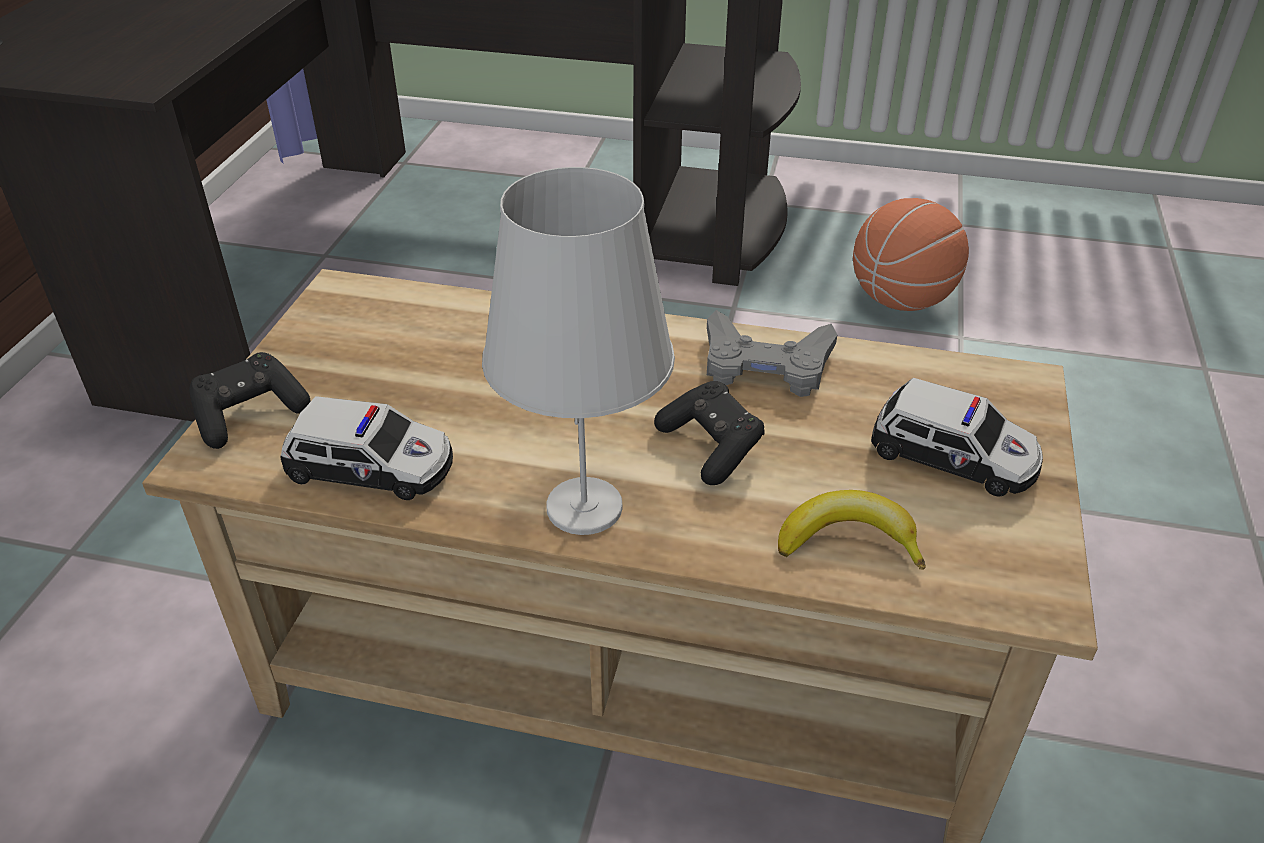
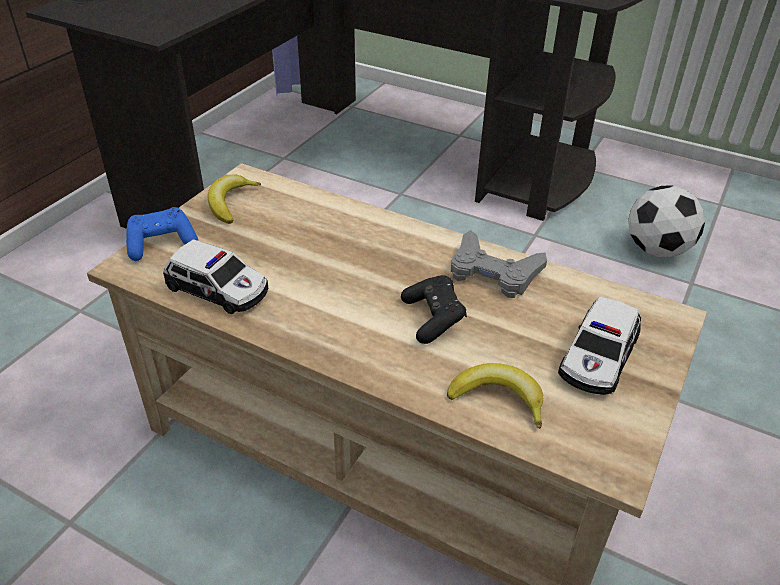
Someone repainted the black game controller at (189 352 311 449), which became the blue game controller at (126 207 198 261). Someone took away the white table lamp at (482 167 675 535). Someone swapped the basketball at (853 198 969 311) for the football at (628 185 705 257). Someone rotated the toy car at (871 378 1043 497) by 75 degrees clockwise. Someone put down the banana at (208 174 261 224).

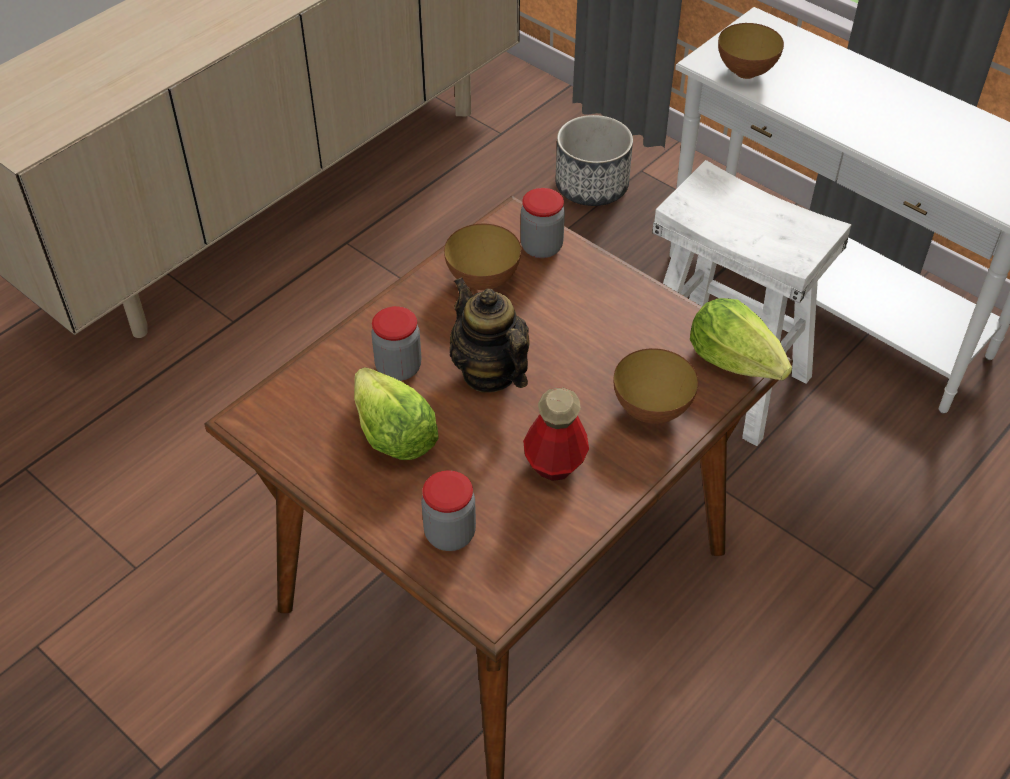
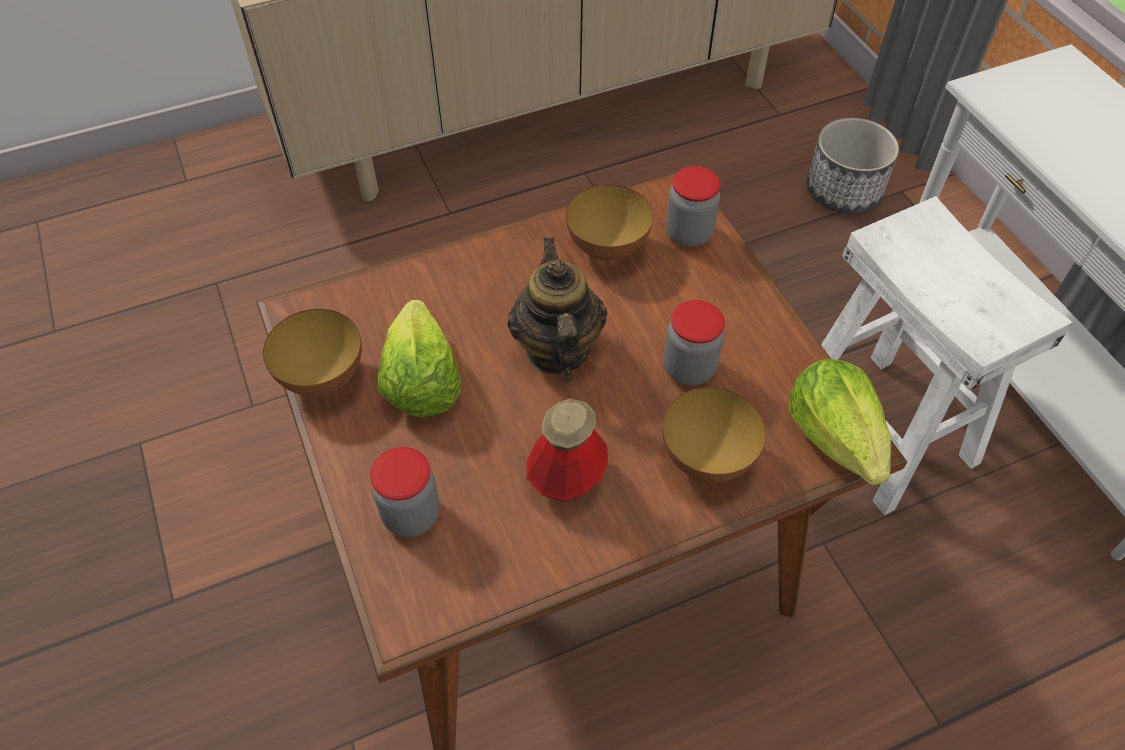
Someone carried the jar from (371 306 421 381) to (664 300 725 385). Someone carried the bowl from (718 23 784 79) to (263 309 362 396).

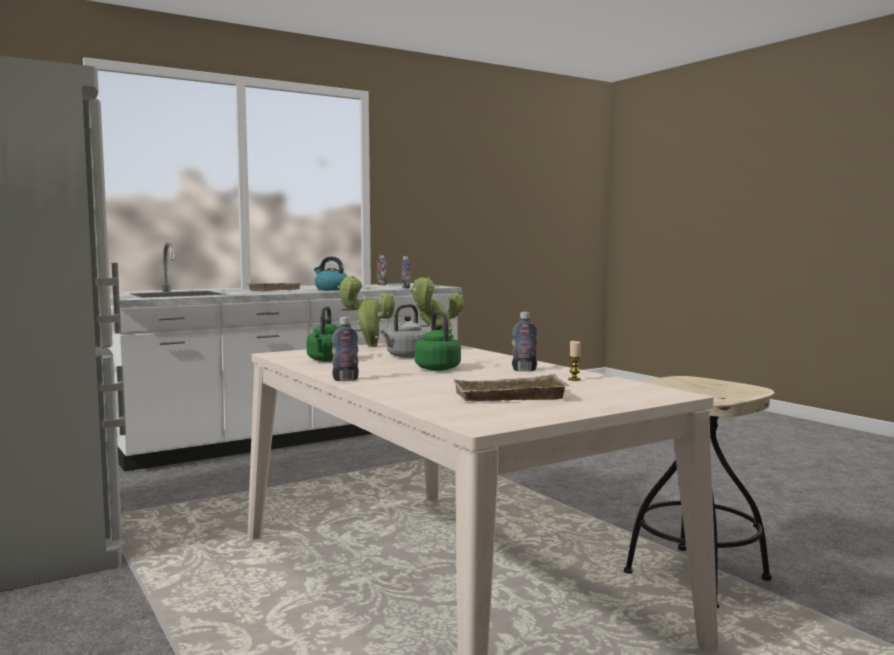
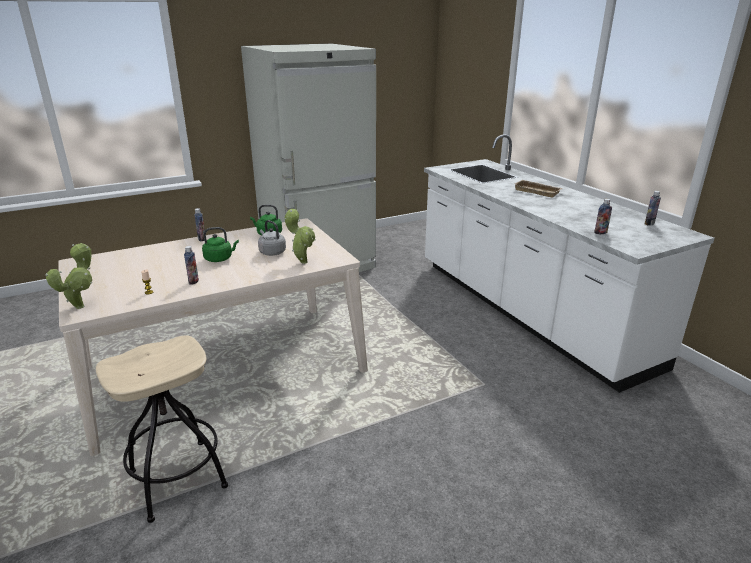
Someone took away the kettle at (314 257 347 290). Someone carried the potted plant from (338 275 395 347) to (45 243 92 309). Someone took away the beige tray at (453 374 570 401).

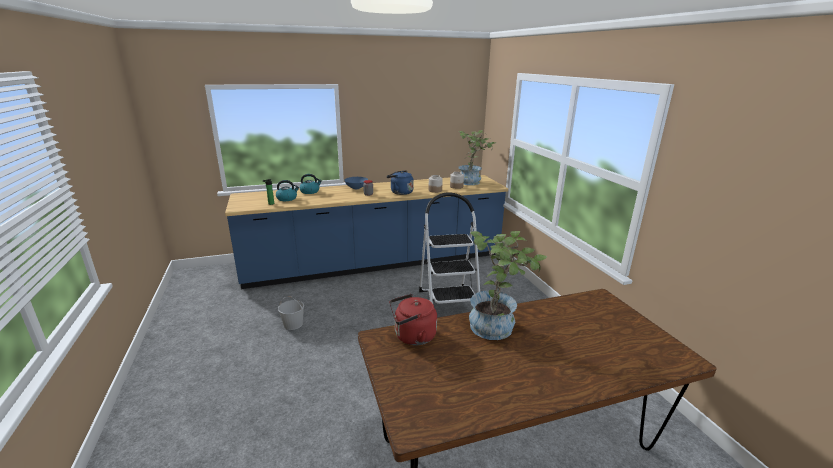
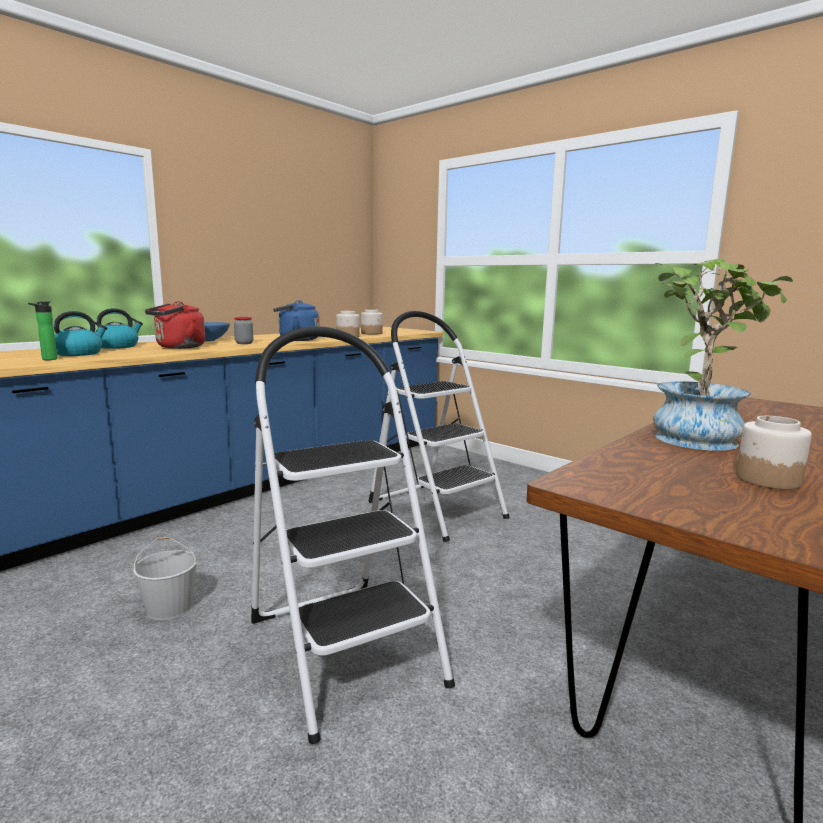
Someone carried the red kettle from (389 294 437 345) to (145 301 205 349). Someone took away the potted plant at (458 130 496 185). Someone put down the step ladder at (251 326 455 744). Someone put down the jar at (736 416 812 490).

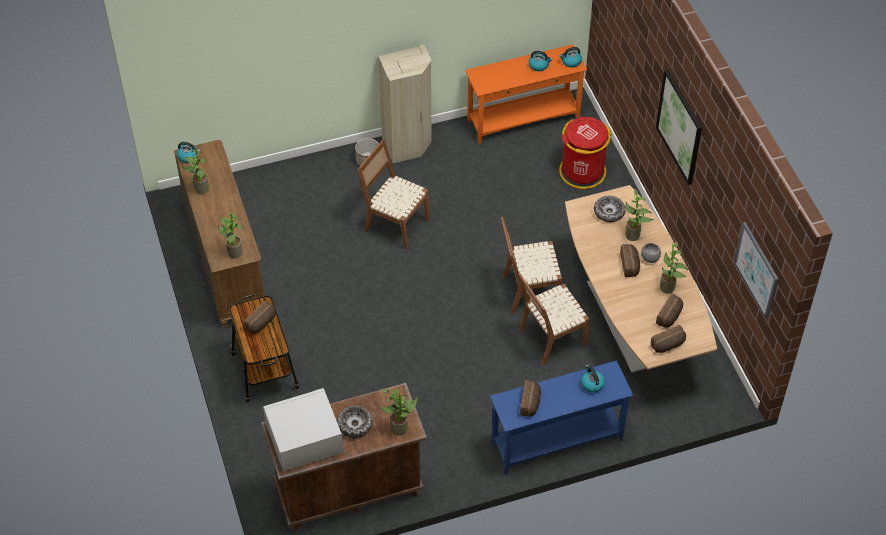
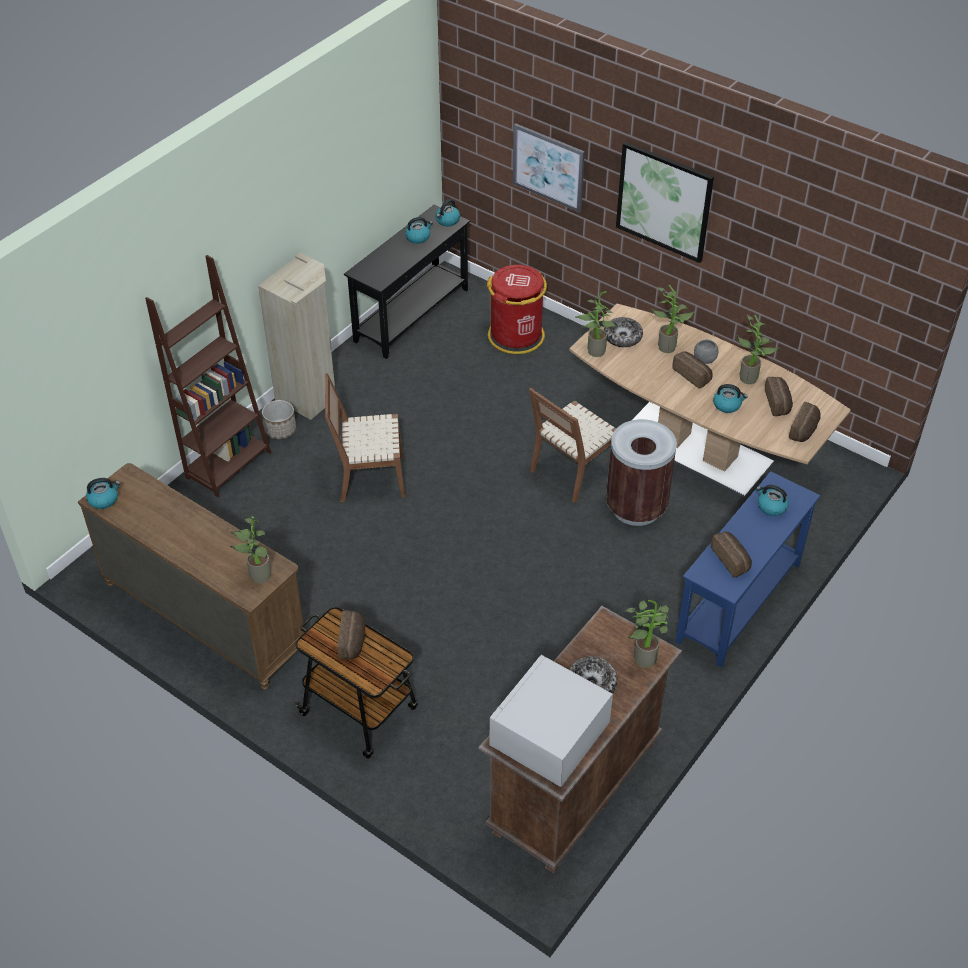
Someone carried the potted plant from (182 149 209 194) to (575 291 617 357). Someone repainted the orange console table at (465 44 587 144), which became the black console table at (344 205 470 359). Someone swapped the chair at (518 273 589 366) for the brown trash can at (606 419 677 526). Someone carried the picture from (734 222 778 319) to (513 123 585 213). Someone put down the brown bookcase at (145 255 271 497). Someone put down the kettle at (713 384 748 413).

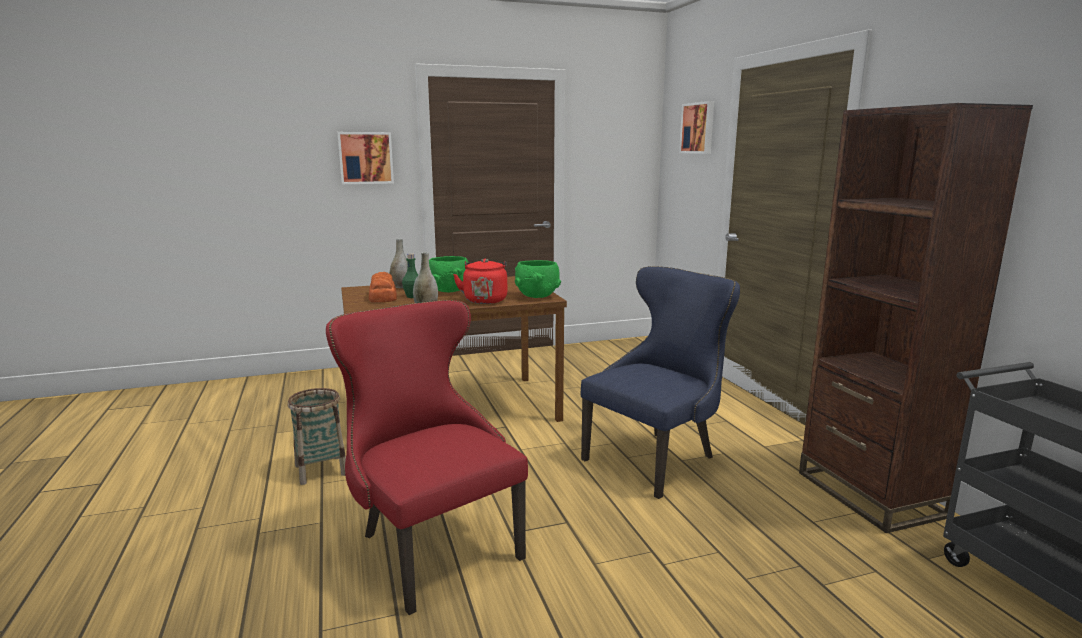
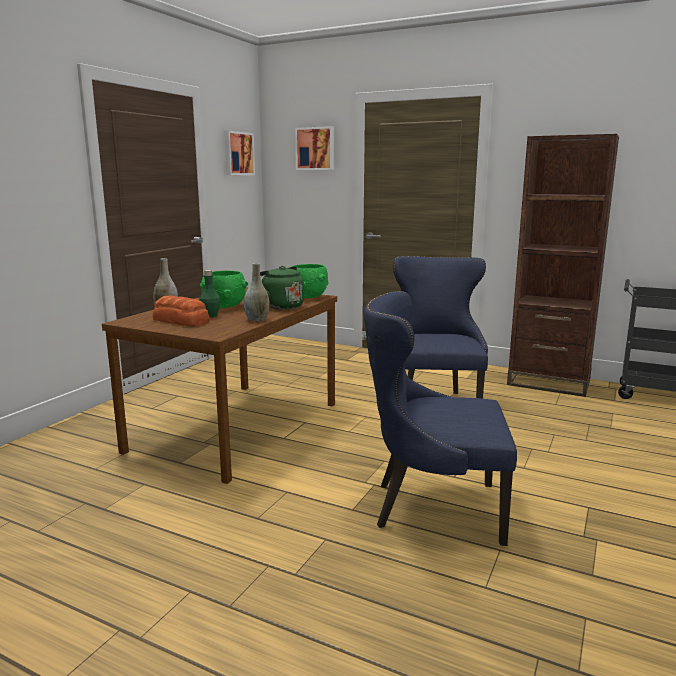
Someone took away the basket at (288 388 346 485). Someone repainted the red chair at (326 300 528 615), which became the blue chair at (364 291 517 546). Someone carried the picture from (338 132 394 184) to (224 131 255 175). Someone repainted the red kettle at (453 259 507 304), which became the green kettle at (260 266 304 309).

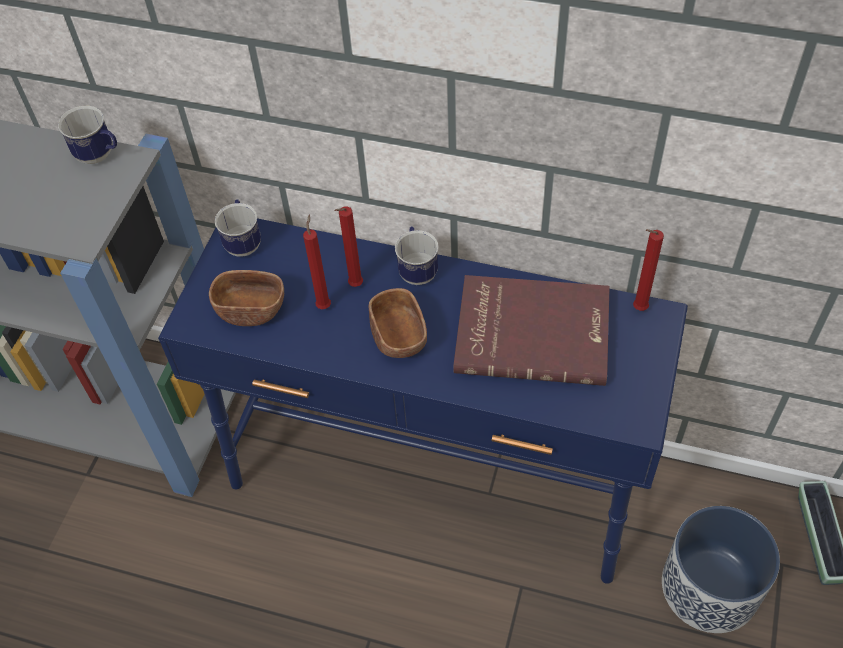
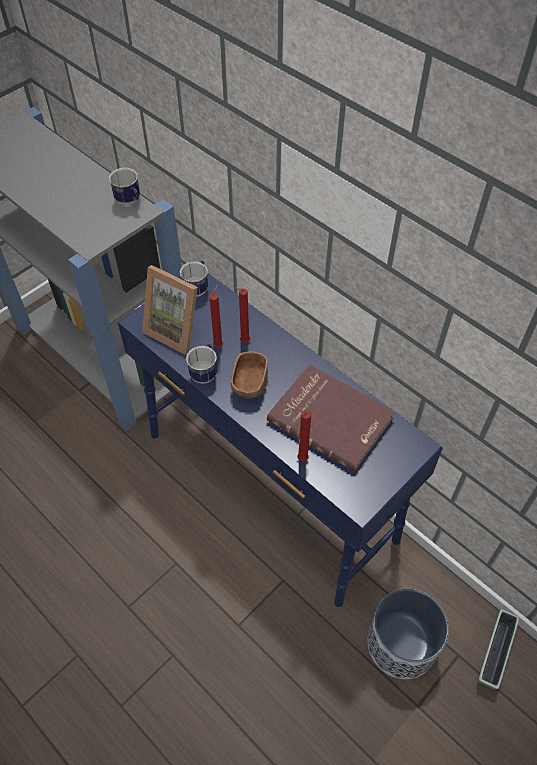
Someone swapped the brown bowl at (209 270 284 326) for the picture frame at (142 265 198 355). Someone carried the mug from (395 226 439 285) to (186 343 217 384). Someone carried the red candle from (633 229 664 311) to (296 407 311 462).

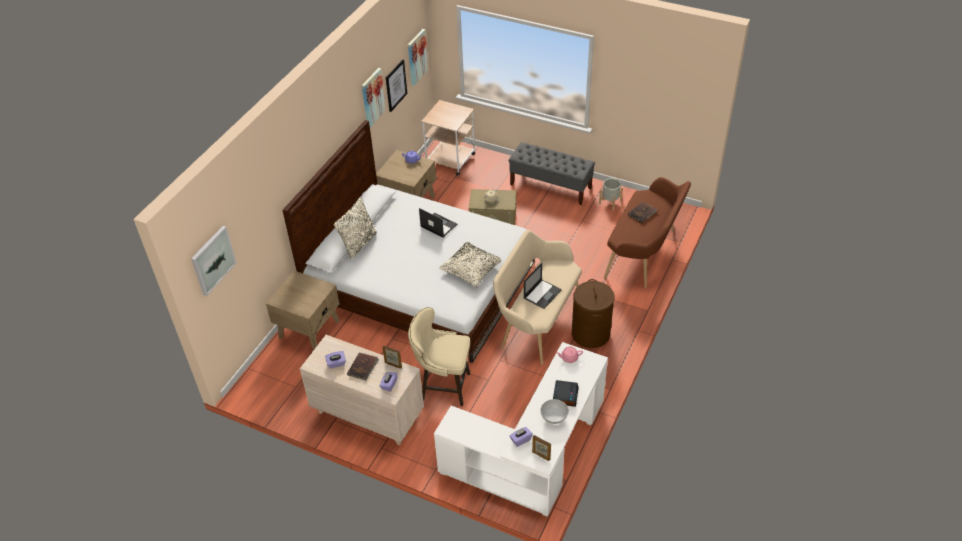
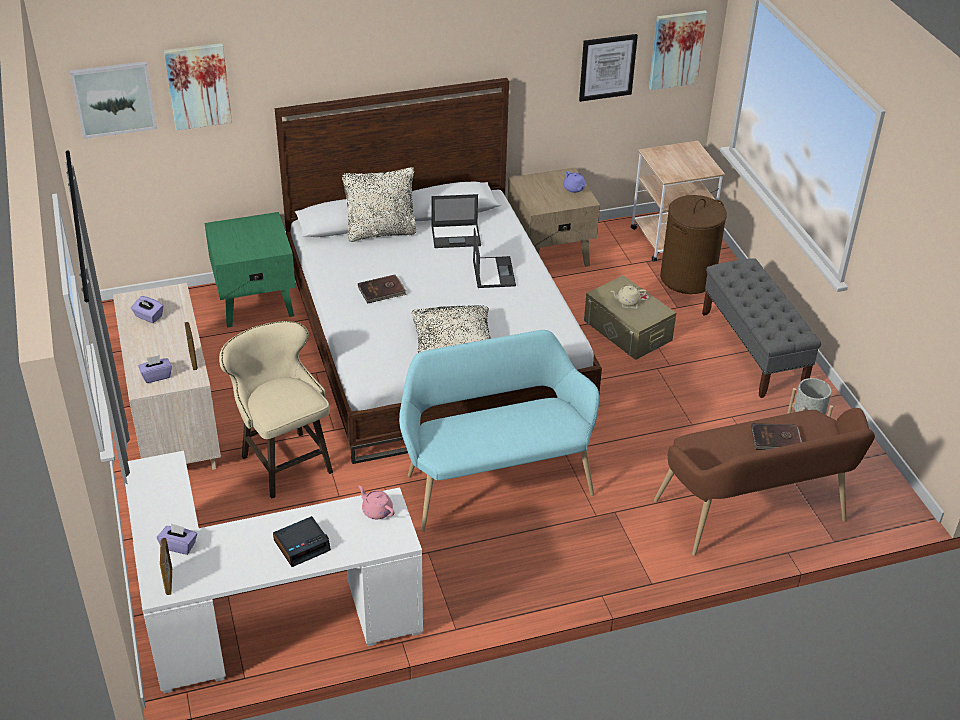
Someone repainted the beige nightstand at (266 271 340 351), which became the green nightstand at (205 212 296 327). Someone carried the brown book from (347 353 379 380) to (358 275 407 304). Someone carried the picture from (362 68 386 128) to (164 43 232 130). Someone repainted the beige bench at (493 230 582 365), which became the turquoise bench at (399 330 599 532). Someone carried the laptop from (523 263 562 309) to (431 194 481 248). Someone took away the white bowl at (540 399 569 424). Someone carried the brown laundry basket from (572 279 615 348) to (660 195 727 294).

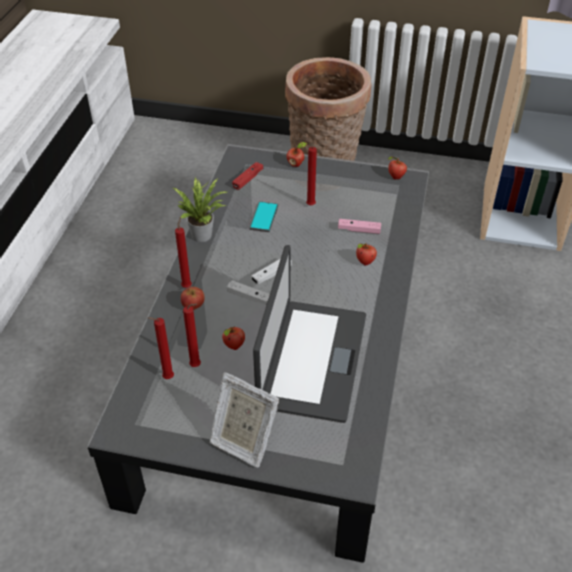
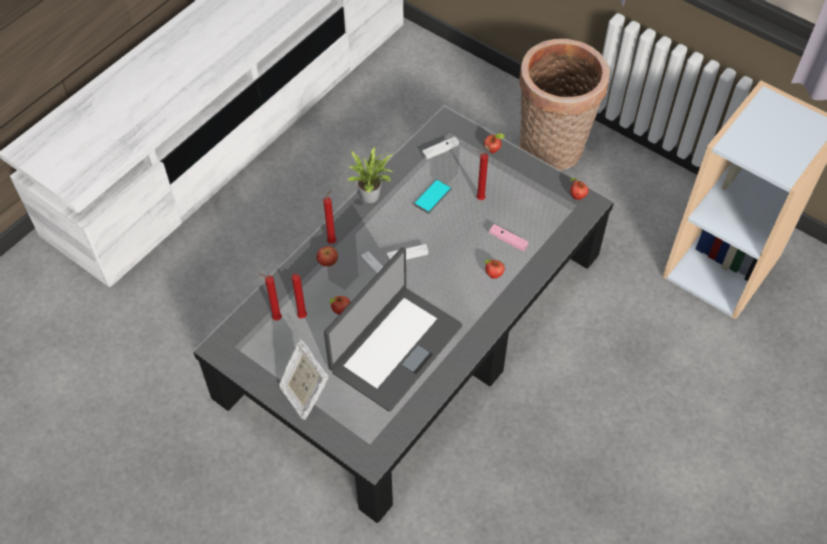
Someone repainted the red game controller at (232 162 263 190), which became the white game controller at (422 136 459 160).

